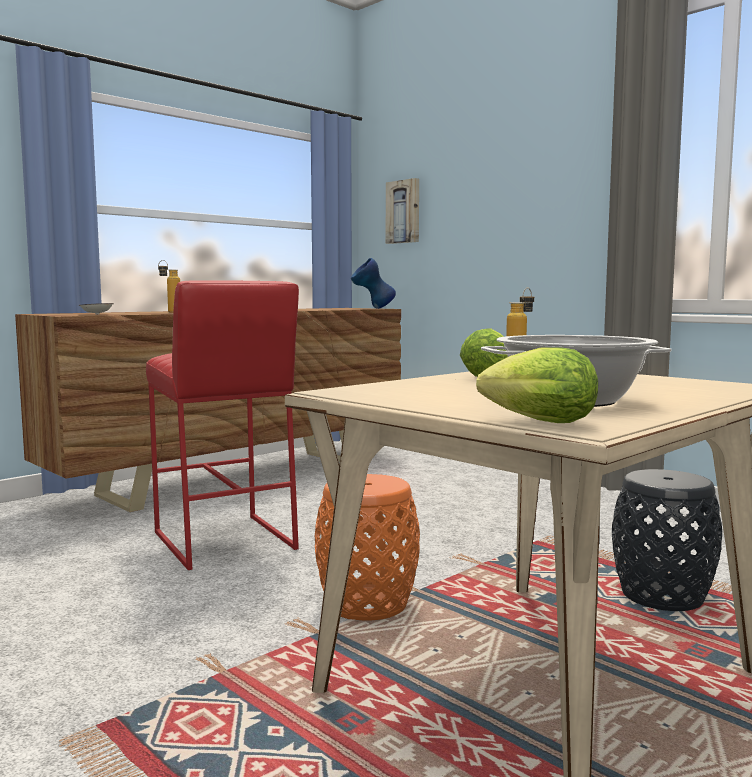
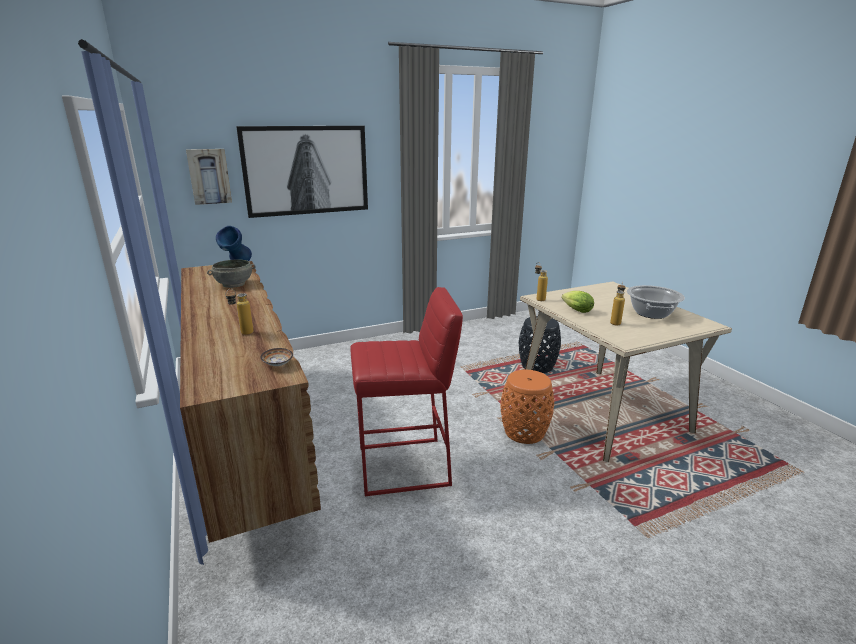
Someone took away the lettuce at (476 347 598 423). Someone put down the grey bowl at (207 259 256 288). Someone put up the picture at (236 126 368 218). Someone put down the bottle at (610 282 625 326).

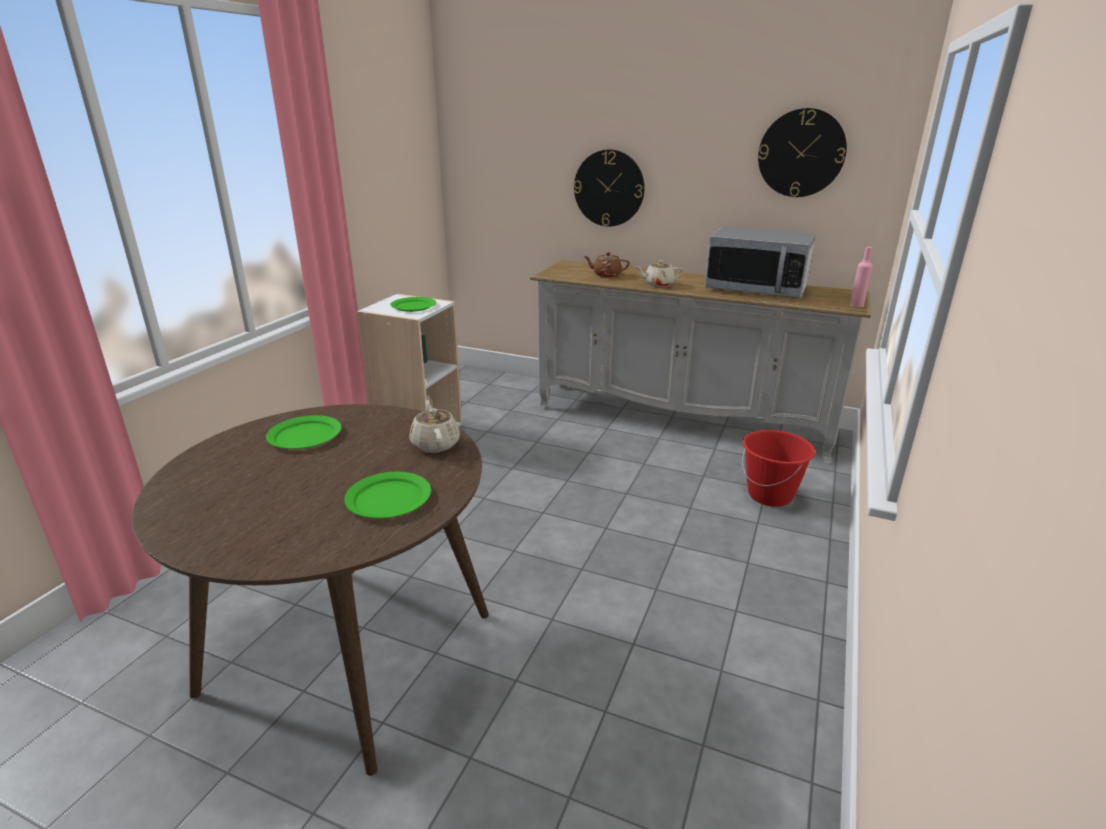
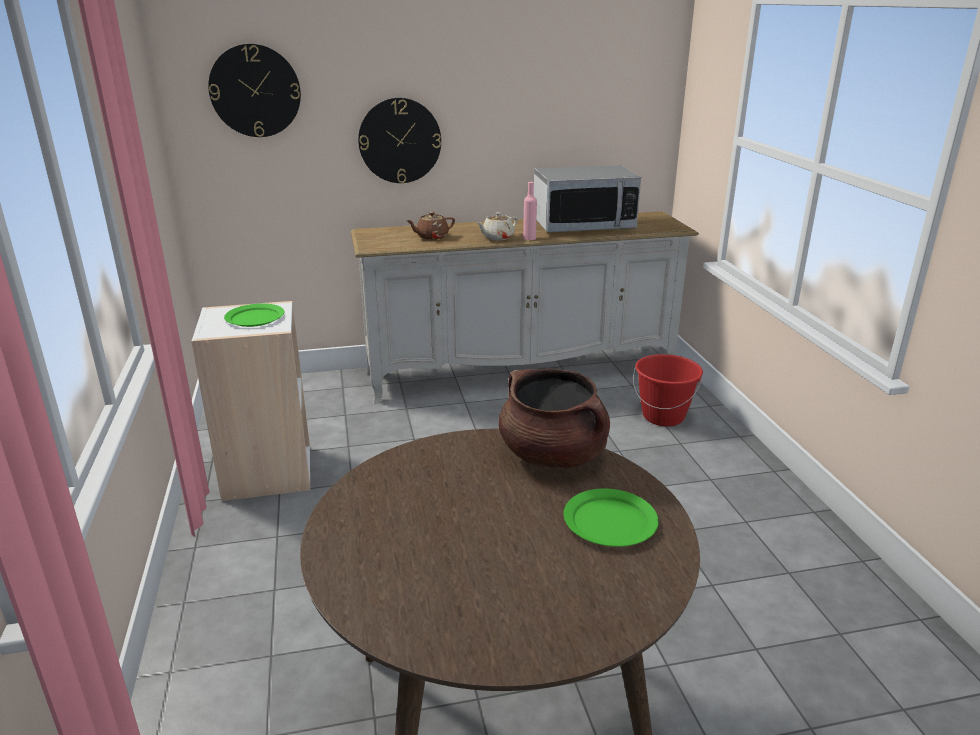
Someone took away the green plate at (266 415 342 449). Someone swapped the beige teapot at (409 400 460 453) for the brown cooking pot at (498 369 610 468). Someone carried the wall clock from (758 108 847 197) to (208 44 301 137). Someone carried the pink bottle from (850 247 872 307) to (523 182 537 240).

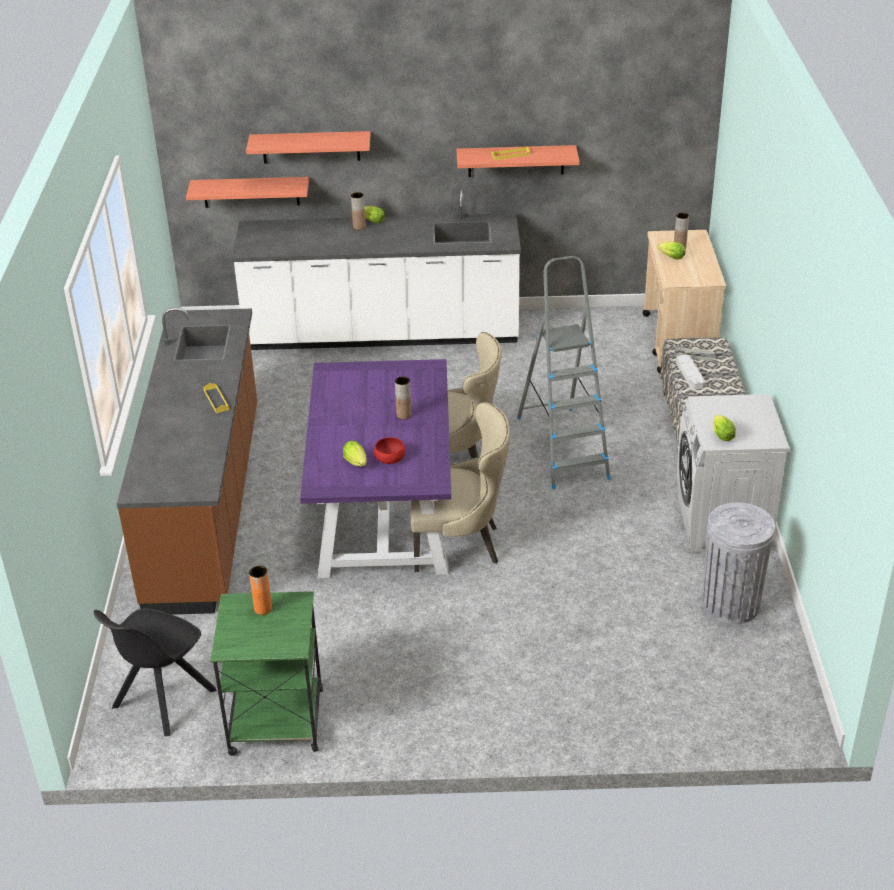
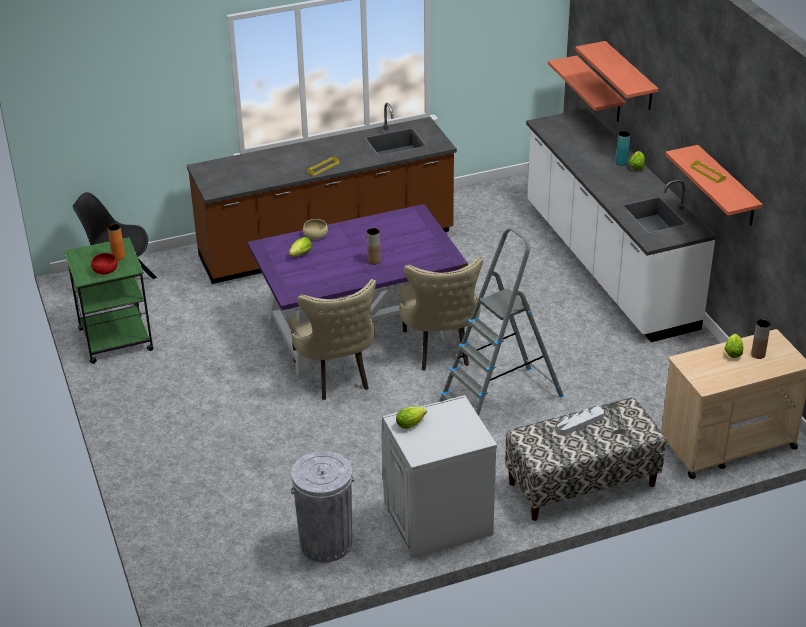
Someone repainted the brown vase at (351 192 366 230), which became the turquoise vase at (616 131 630 166). Someone carried the red bowl from (374 437 406 464) to (91 253 118 274). Someone put down the beige bowl at (303 219 328 240).

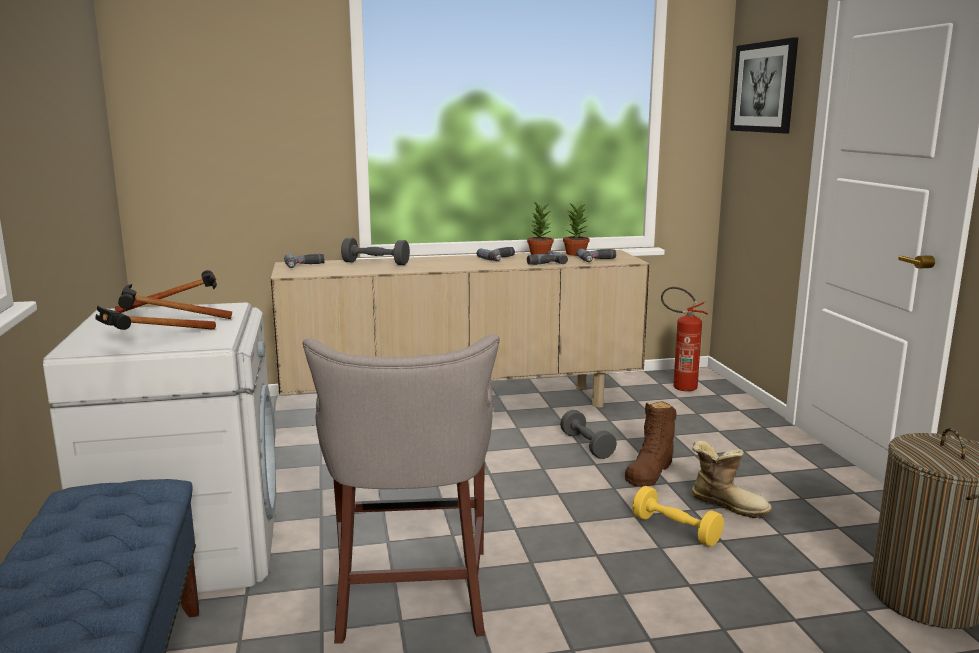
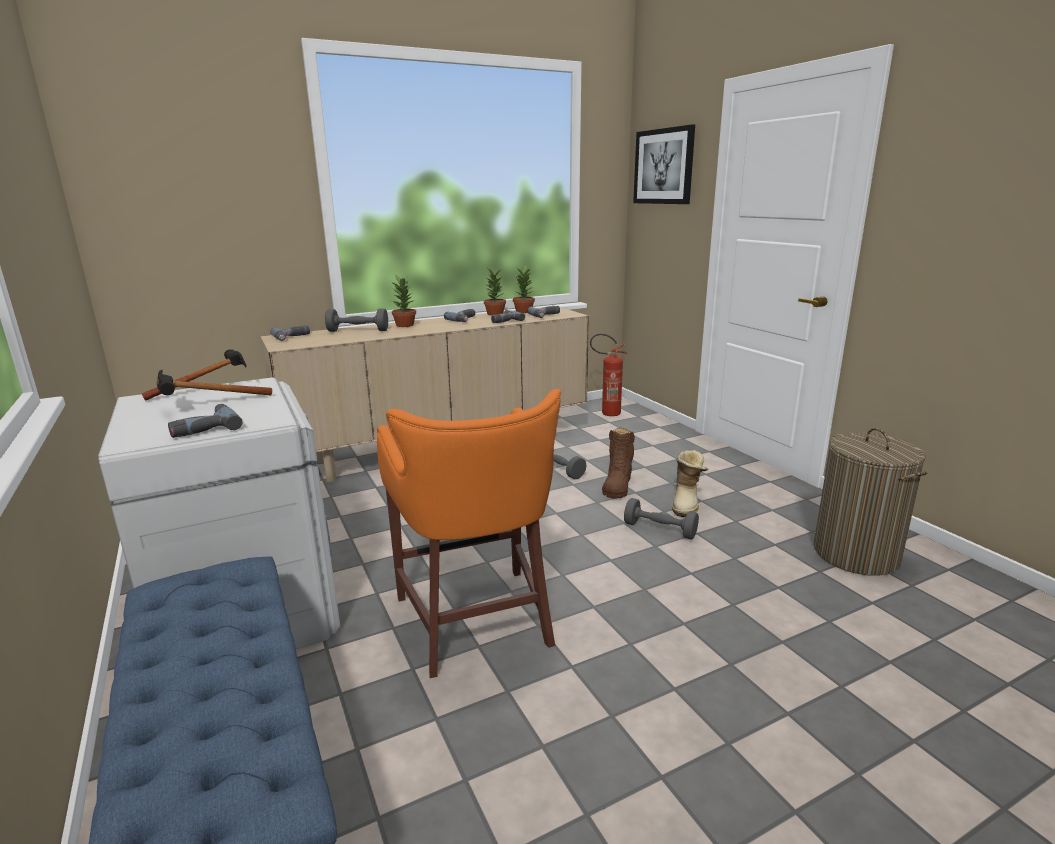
Someone swapped the hammer at (95 305 216 330) for the power drill at (168 404 243 438). Someone repainted the grey stool at (302 334 500 644), which became the orange stool at (377 389 561 678). Someone repainted the yellow dumbbell at (632 486 724 547), which became the grey dumbbell at (624 498 699 540). Someone rotated the boot at (691 440 772 518) by 90 degrees clockwise. Someone put down the potted plant at (391 275 416 327).

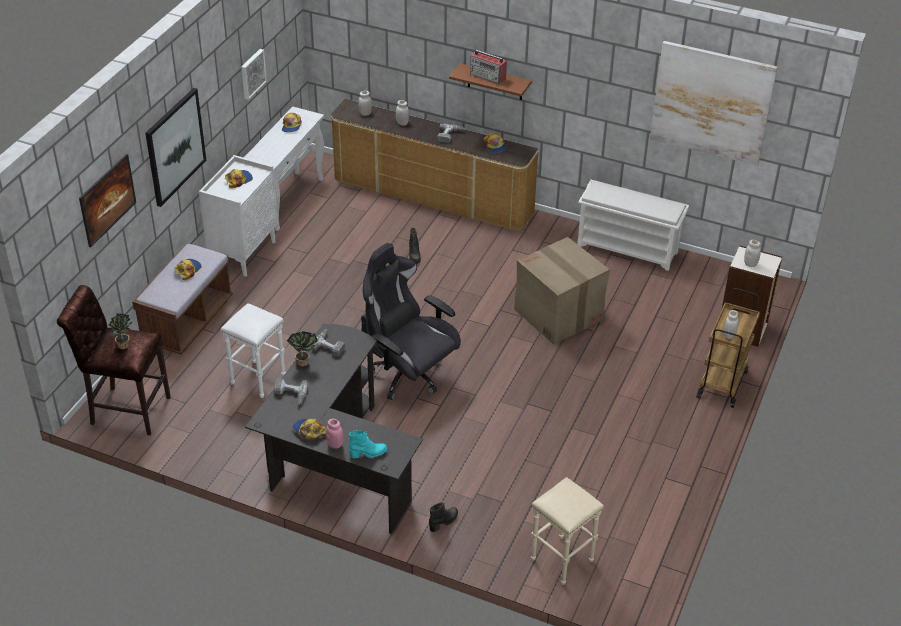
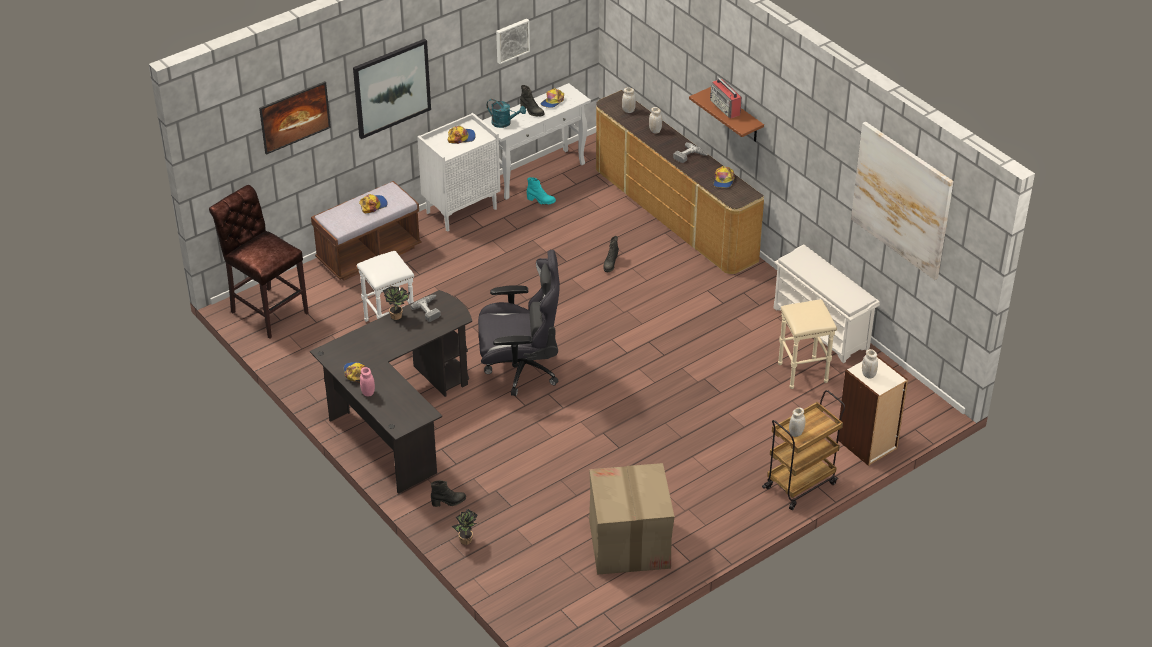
Someone carried the potted plant from (109 313 133 349) to (451 509 477 545). Someone took away the power drill at (274 379 308 405). Someone carried the turquoise boot from (349 430 387 458) to (527 177 556 205). Someone rotated the black office chair at (361 243 461 400) by 105 degrees clockwise. Someone carried the cardboard box from (514 237 610 345) to (589 463 674 575). Someone carried the beige stool from (531 477 604 585) to (778 299 837 389). Someone put down the turquoise watering can at (487 99 526 128). Someone put down the black boot at (520 85 545 117).

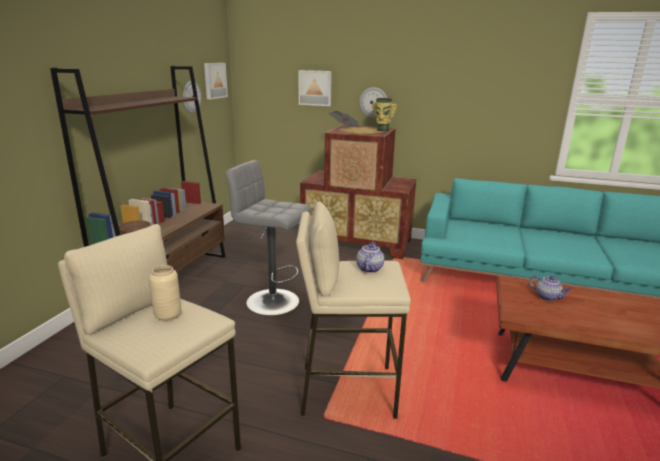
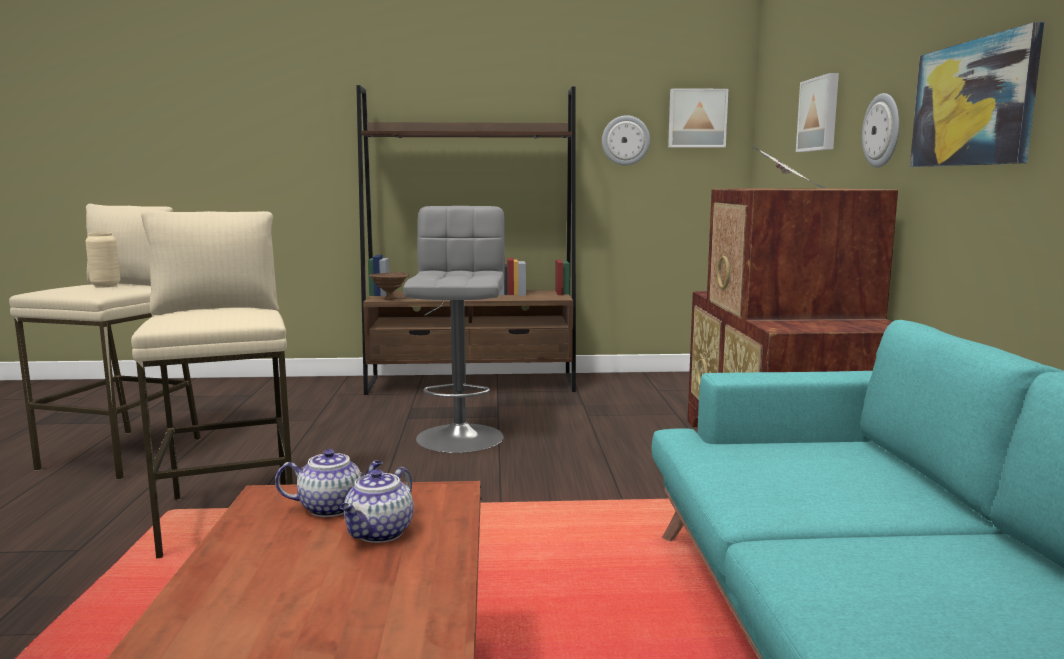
Someone carried the teapot from (356 242 384 273) to (275 449 383 517). Someone took away the vase at (372 98 397 131). Someone put up the picture at (910 22 1044 167).

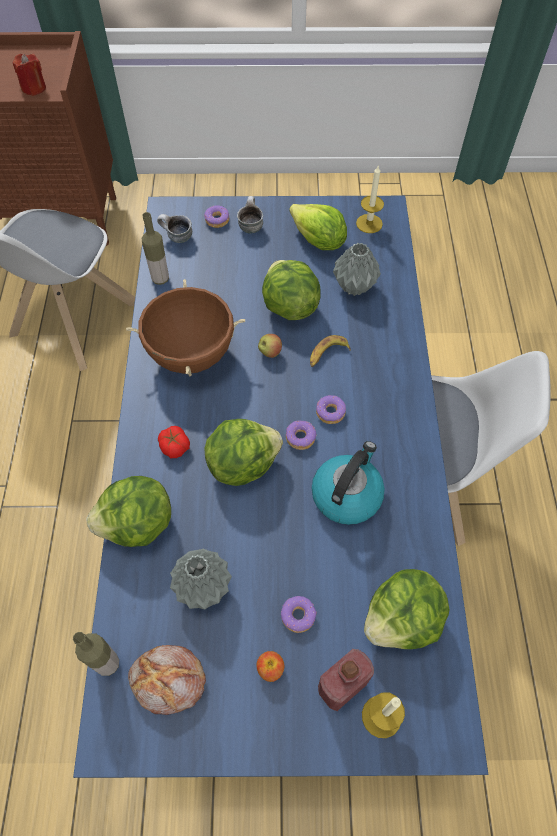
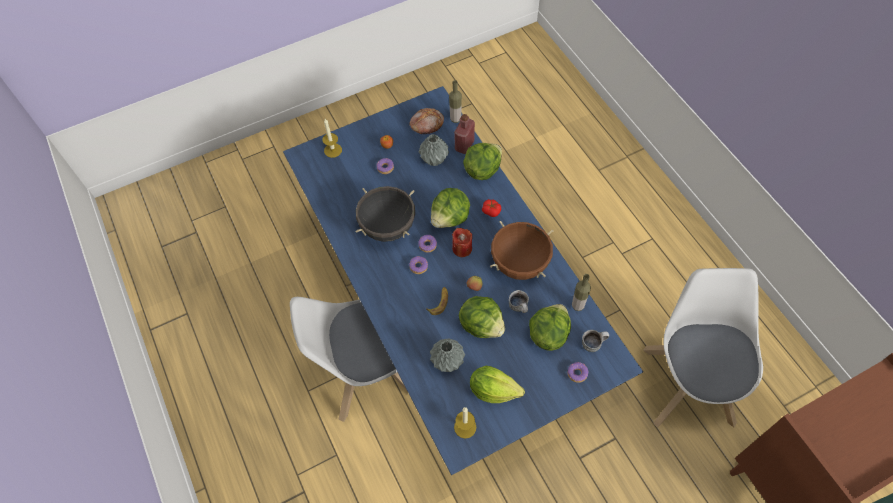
Someone carried the red candle from (13 54 46 96) to (452 228 472 257). Someone carried the mug from (237 196 263 234) to (509 290 529 313). Someone swapped the kettle at (312 441 385 525) for the black cooking pot at (355 186 415 242). Someone carried the red bottle from (318 649 374 711) to (454 114 475 154). Someone carried the lettuce from (364 569 449 649) to (529 304 571 351).

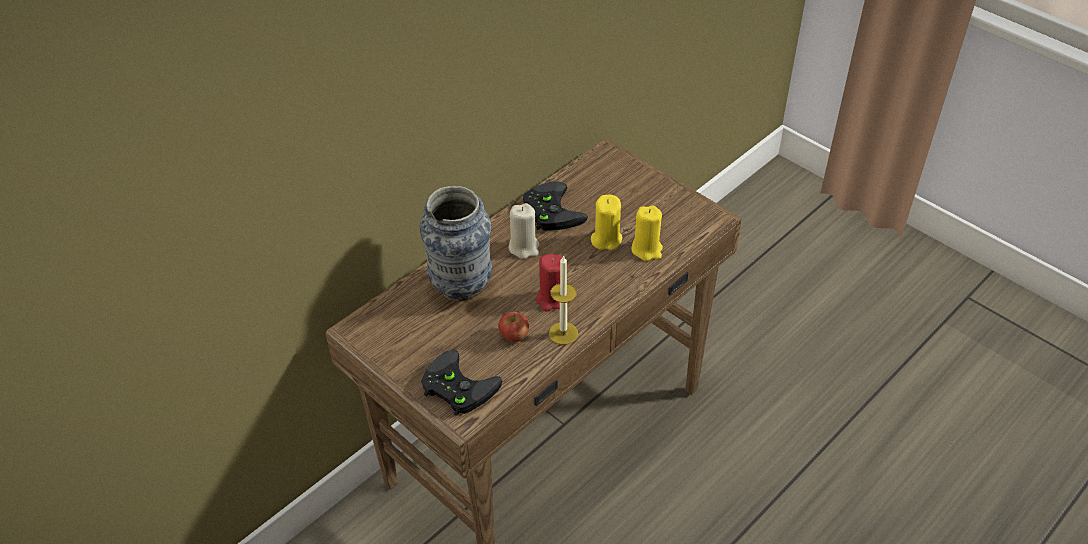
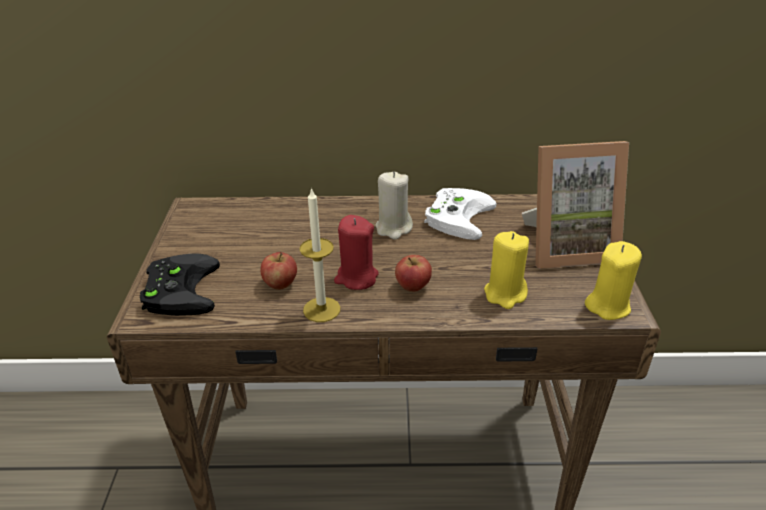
Someone took away the vase at (420 186 492 301). Someone repainted the black game controller at (523 181 588 231), which became the white game controller at (424 188 496 240). Someone carried the yellow candle from (591 195 622 250) to (585 241 642 320). Someone put down the apple at (395 255 432 292). Someone put down the picture frame at (522 141 629 269).

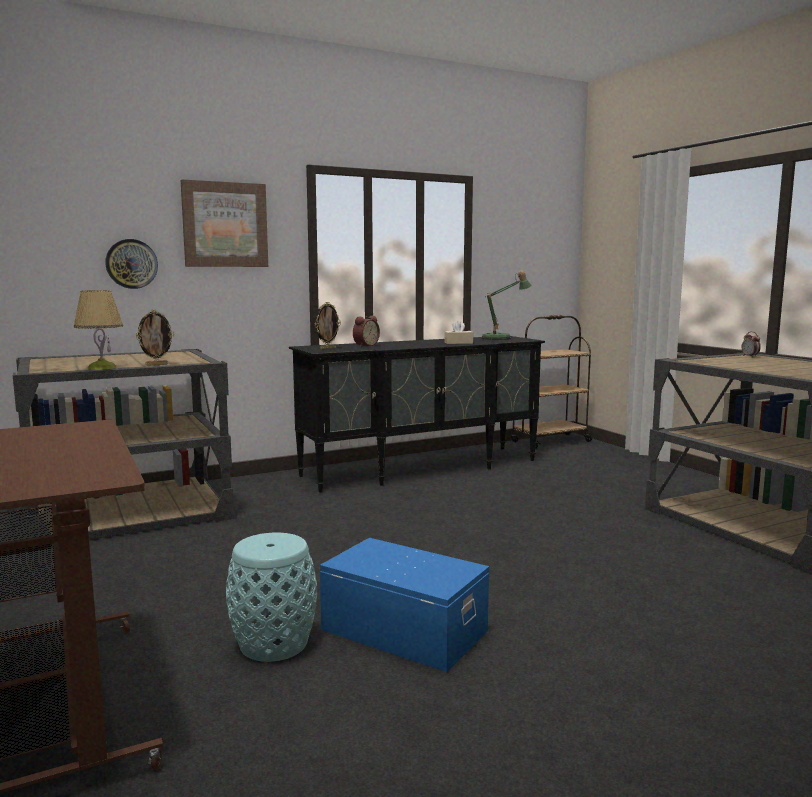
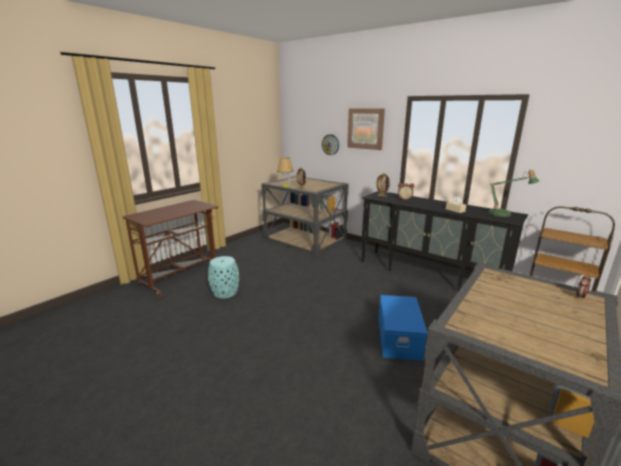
Someone carried the blue storage box from (320 538 489 672) to (378 295 427 361).

